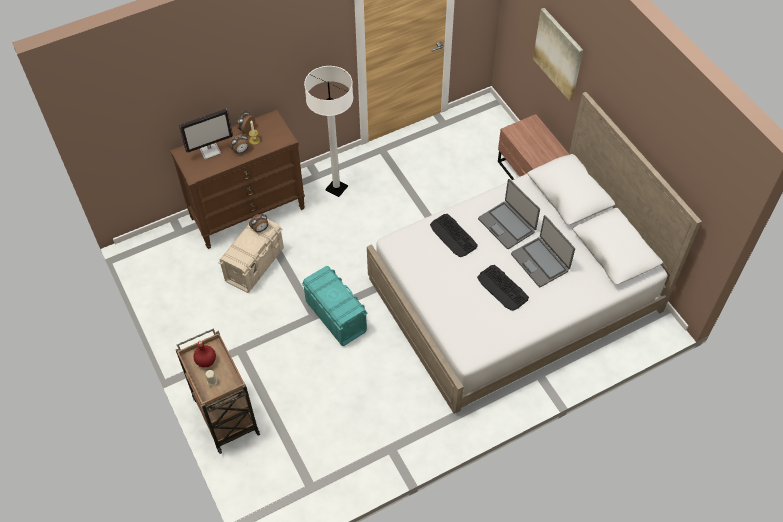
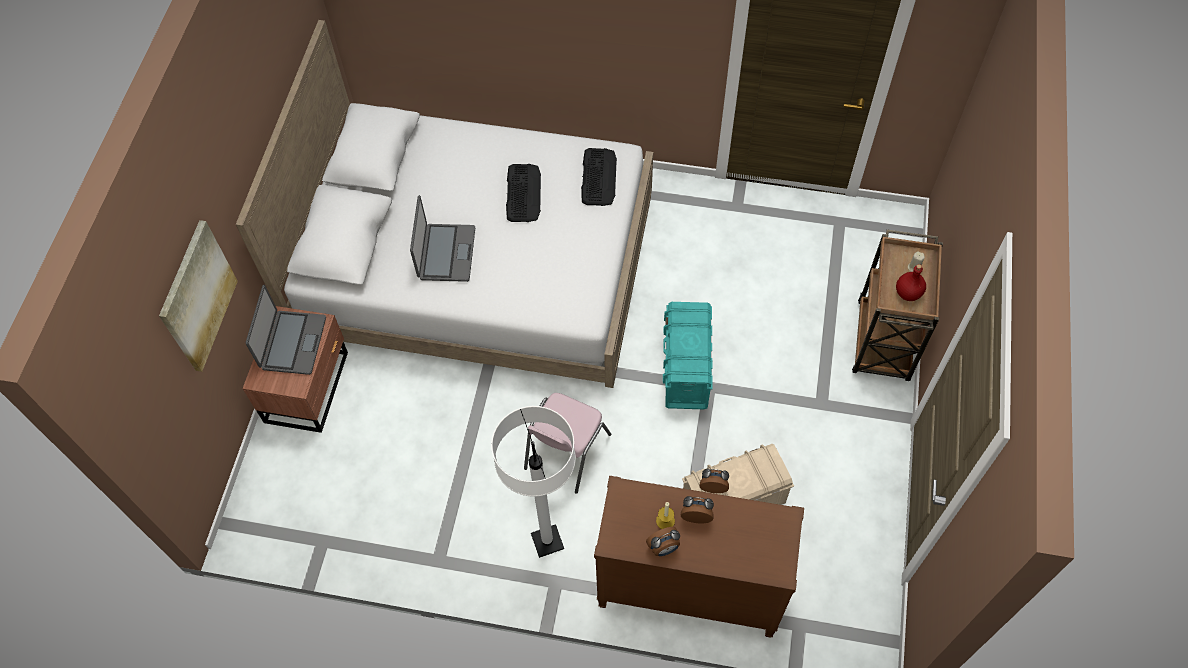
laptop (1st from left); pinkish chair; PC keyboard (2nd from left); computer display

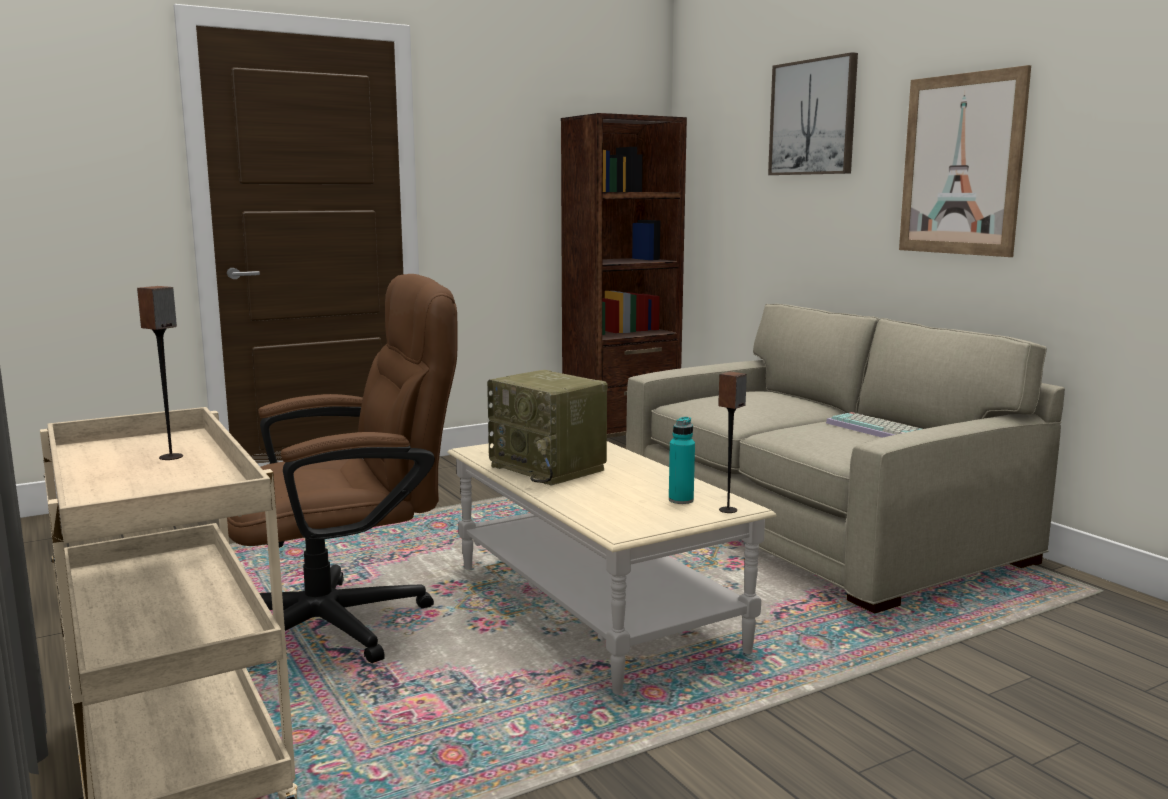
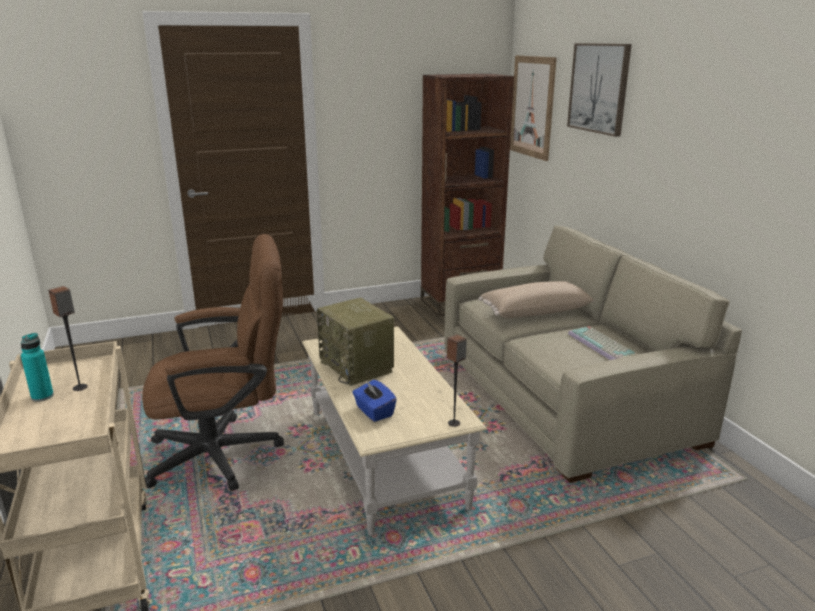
turquoise drink bottle; blue-coloured tissue holder; sand-coloured throw pillow; wall art (1st from left)

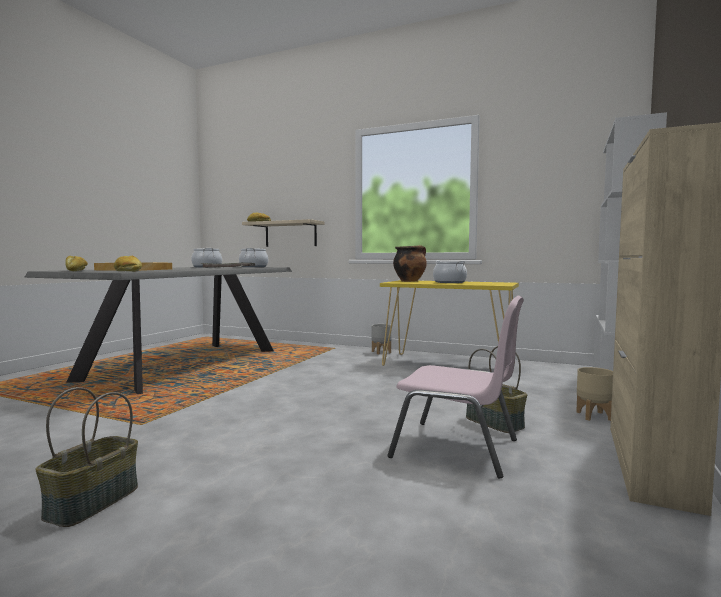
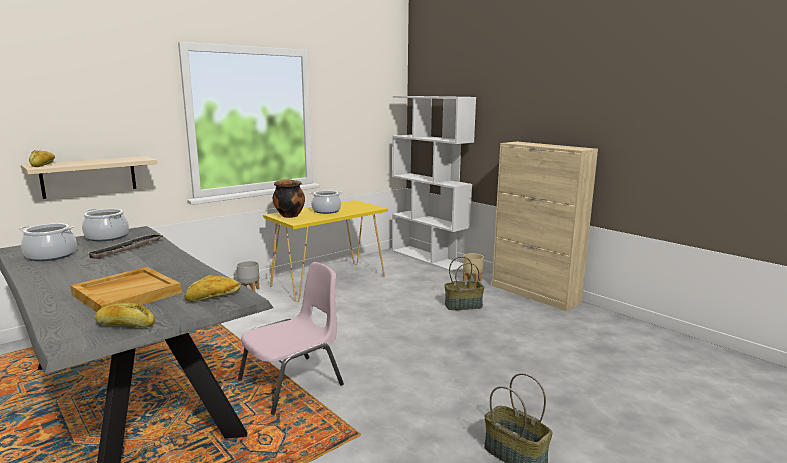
pinkish chair

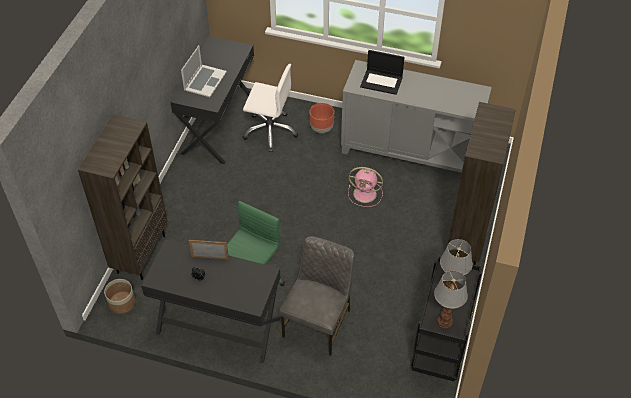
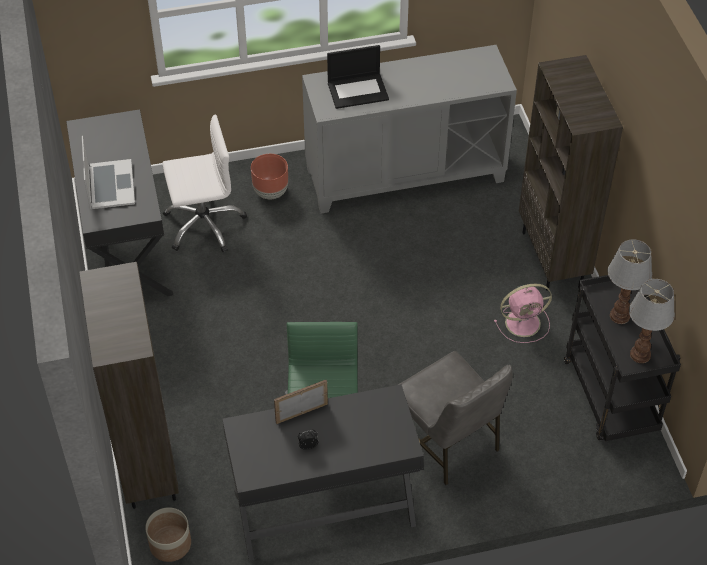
grey chair; pinkish cooling fan

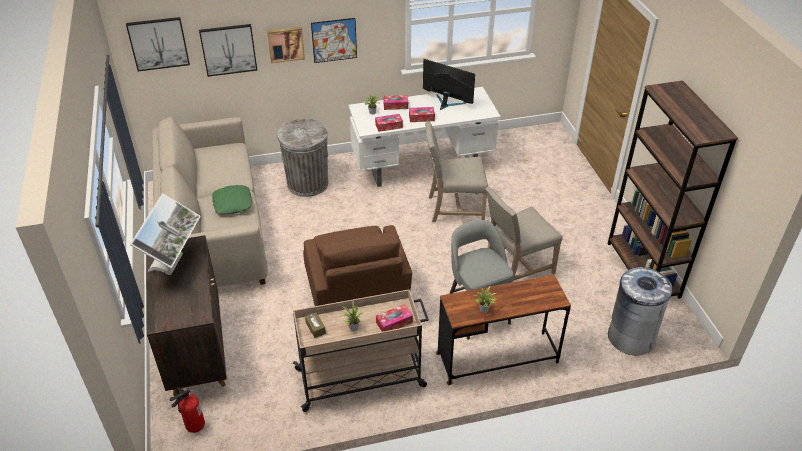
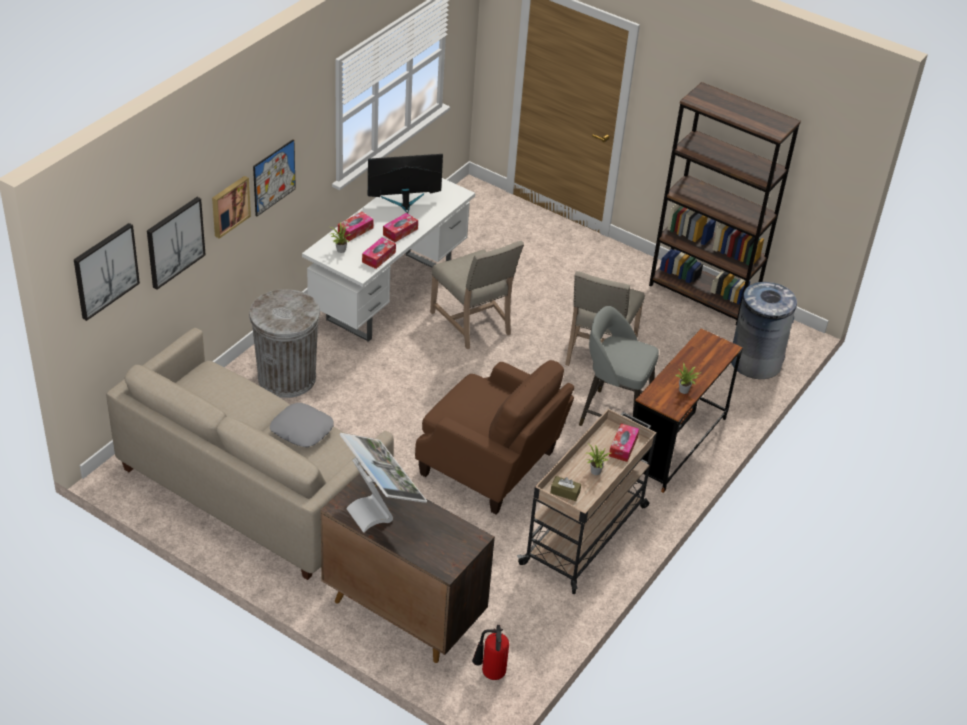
grey throw pillow; sand-coloured chair (1st from left)

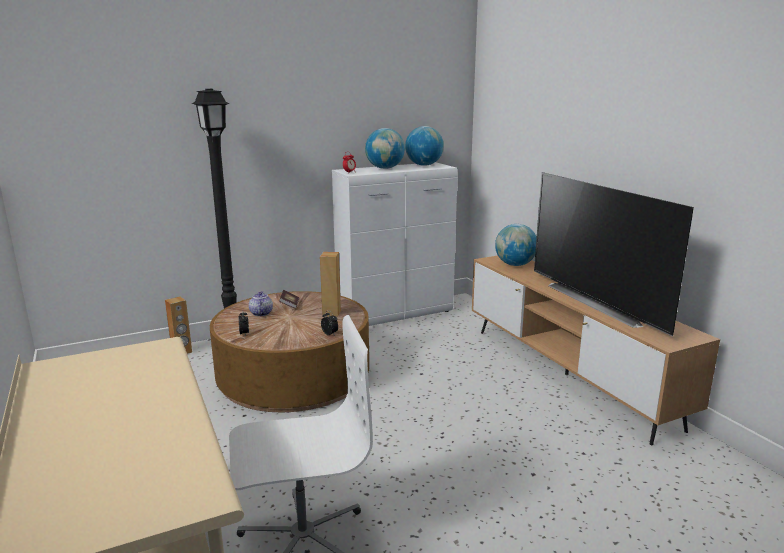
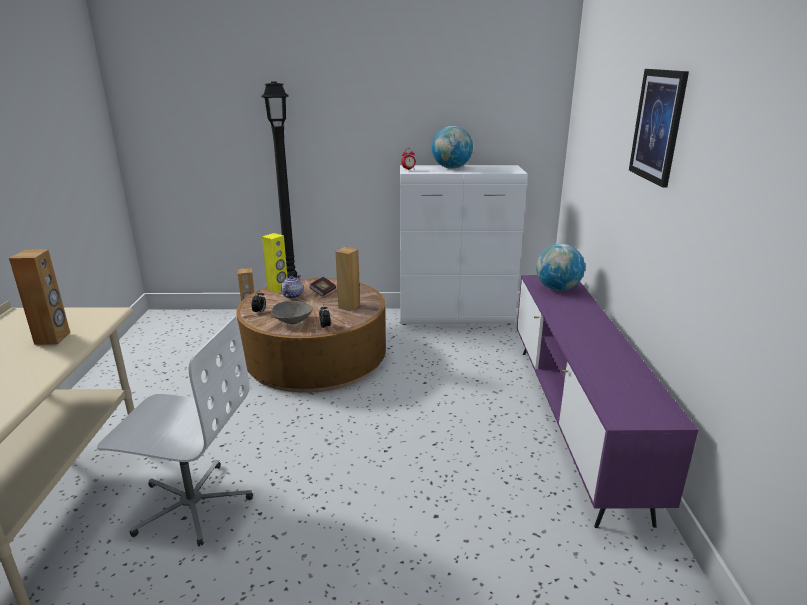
brown audio speaker (1st from left); yellow-coloured audio speaker; grey deep dish; purplish media console; wall art; desk globe (2nd from left in the first image); TV

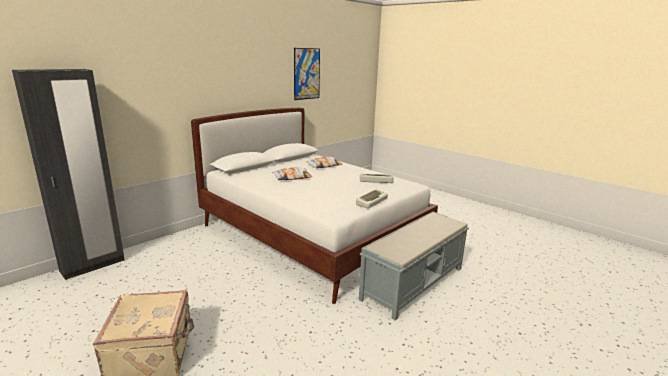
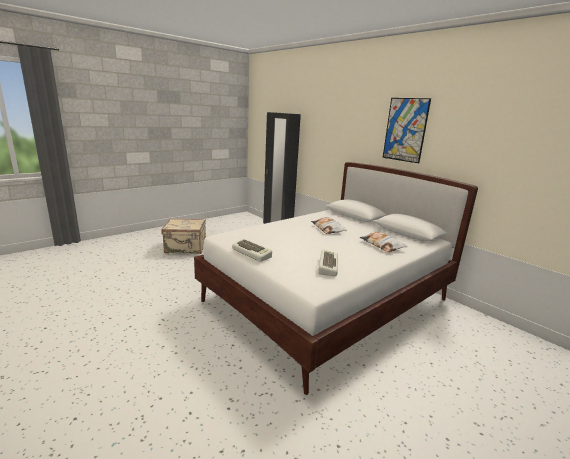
wall art; grey indoor bench

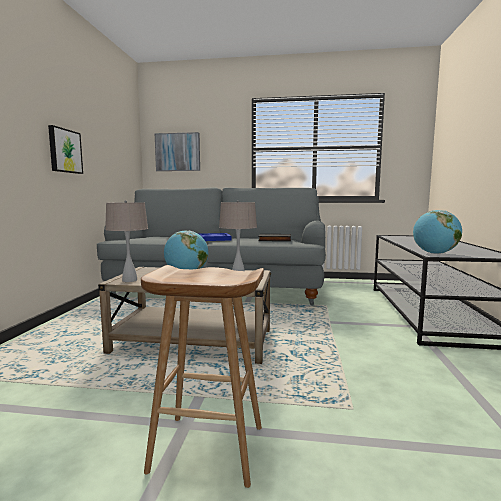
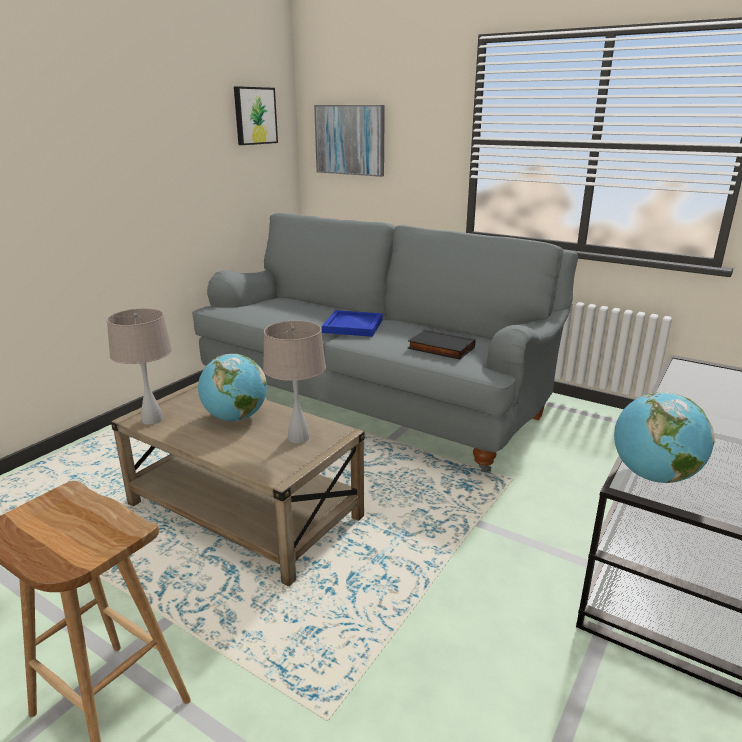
wall art (1st from left)

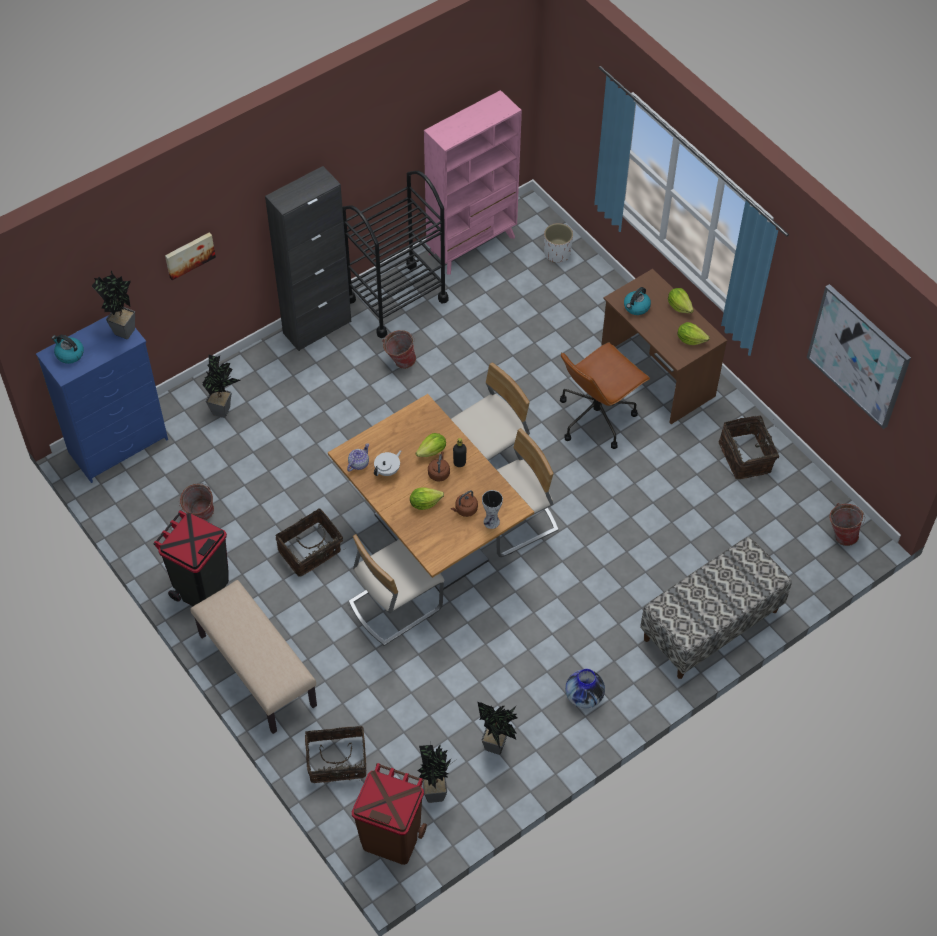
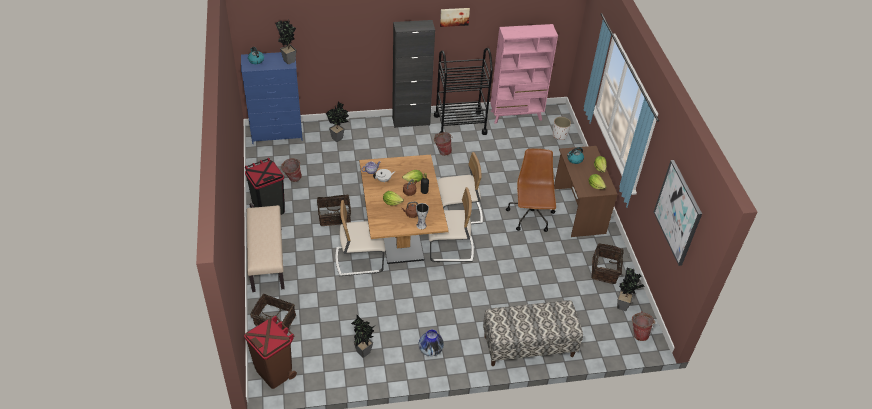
wall art (1st from left); brown office chair; plant in a pot (4th from left)

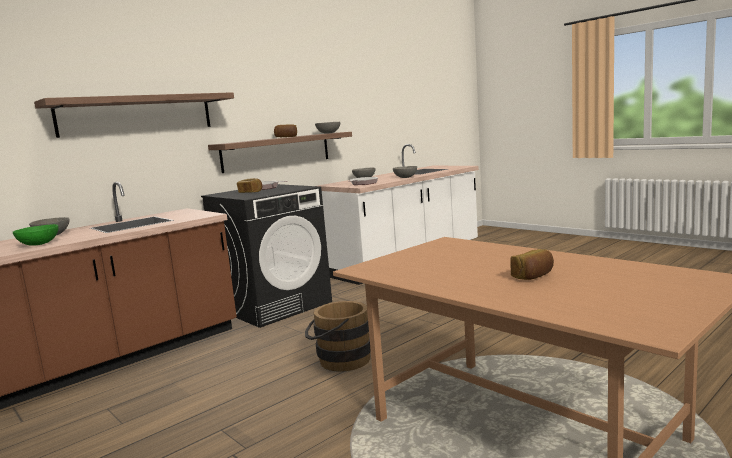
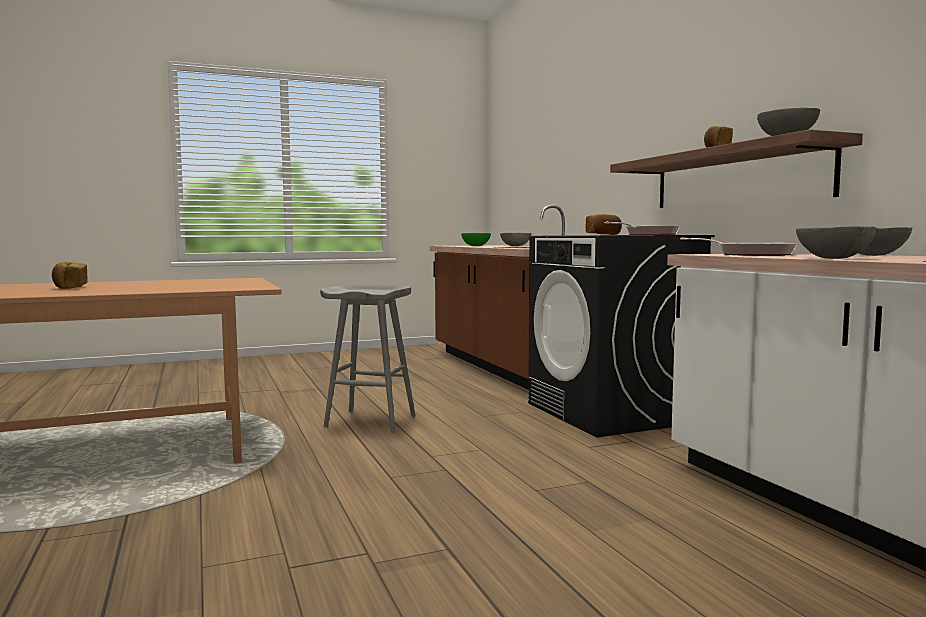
grey stool seat; shelf (1st from left in the first image)

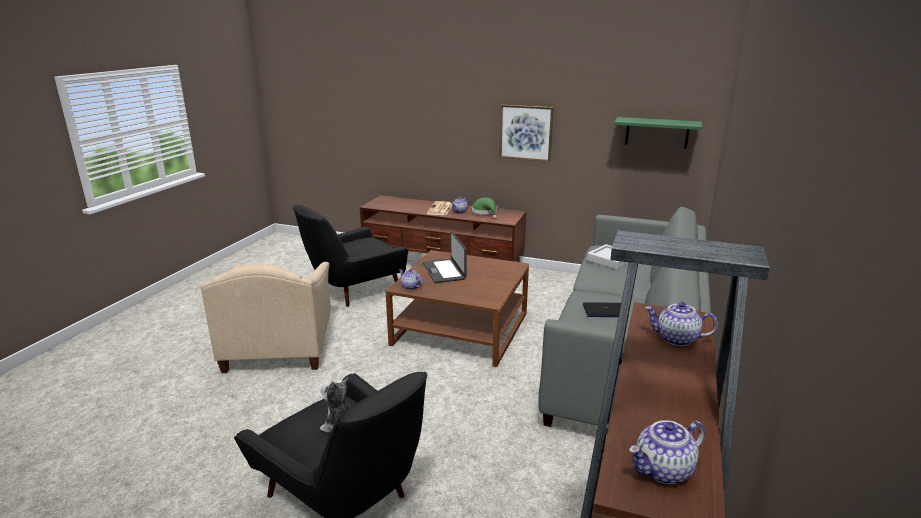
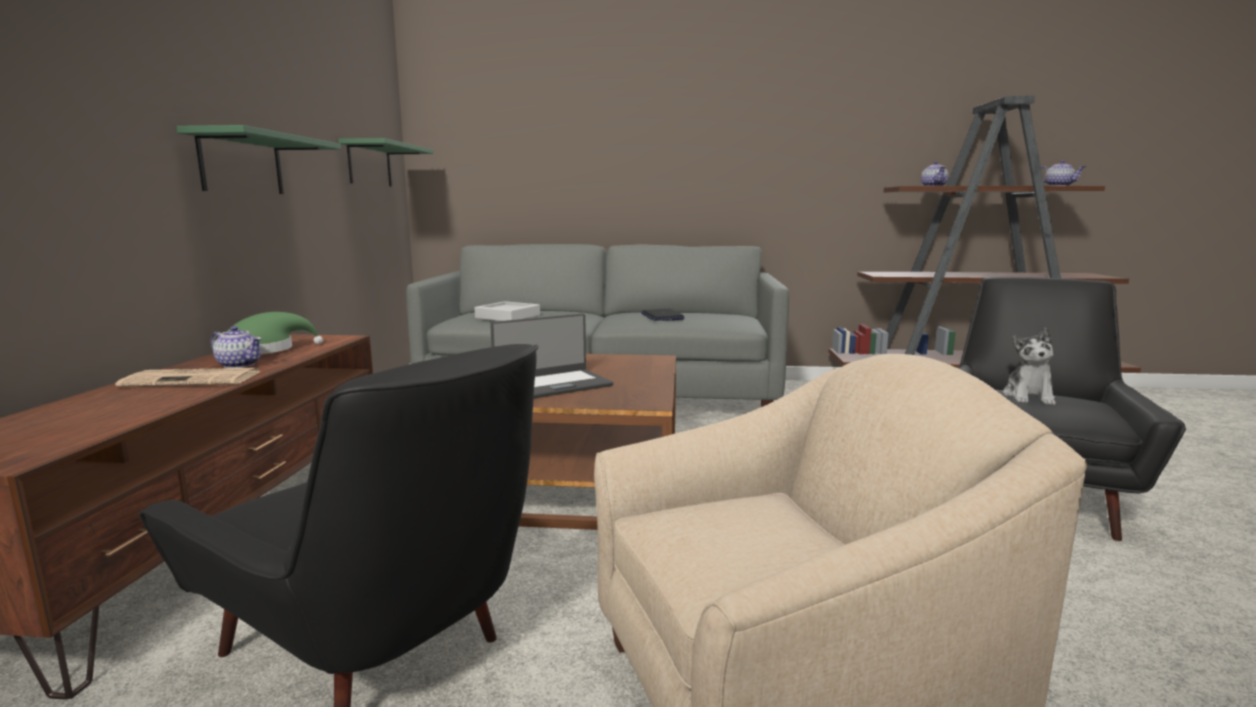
greenish shelf (1st from left); tea pot (1st from left in the first image)

